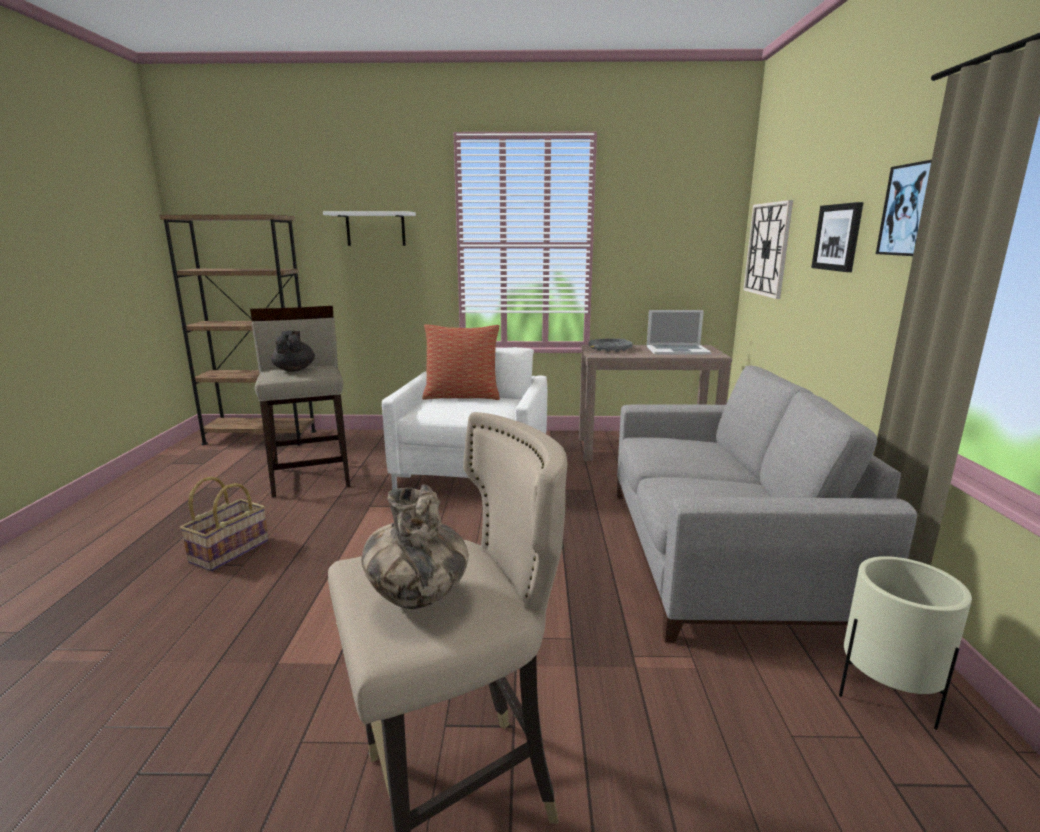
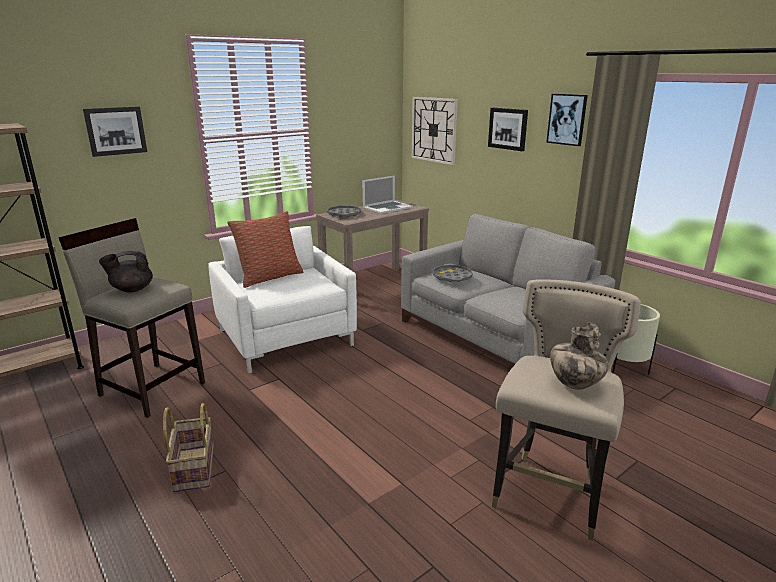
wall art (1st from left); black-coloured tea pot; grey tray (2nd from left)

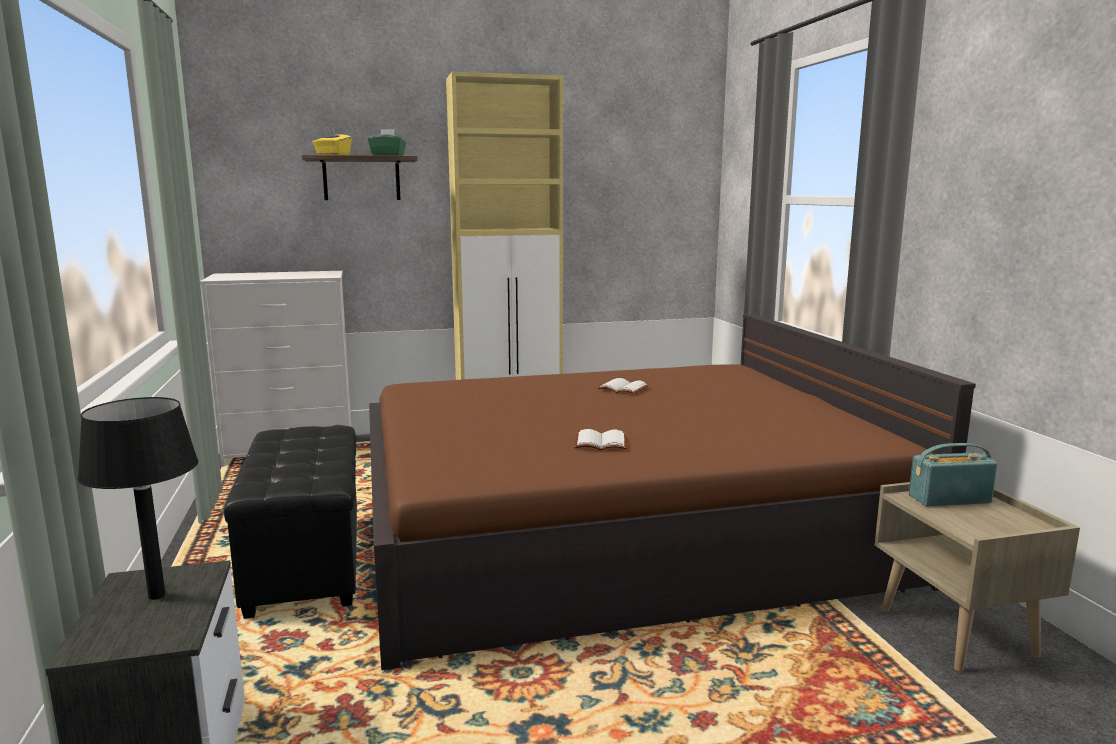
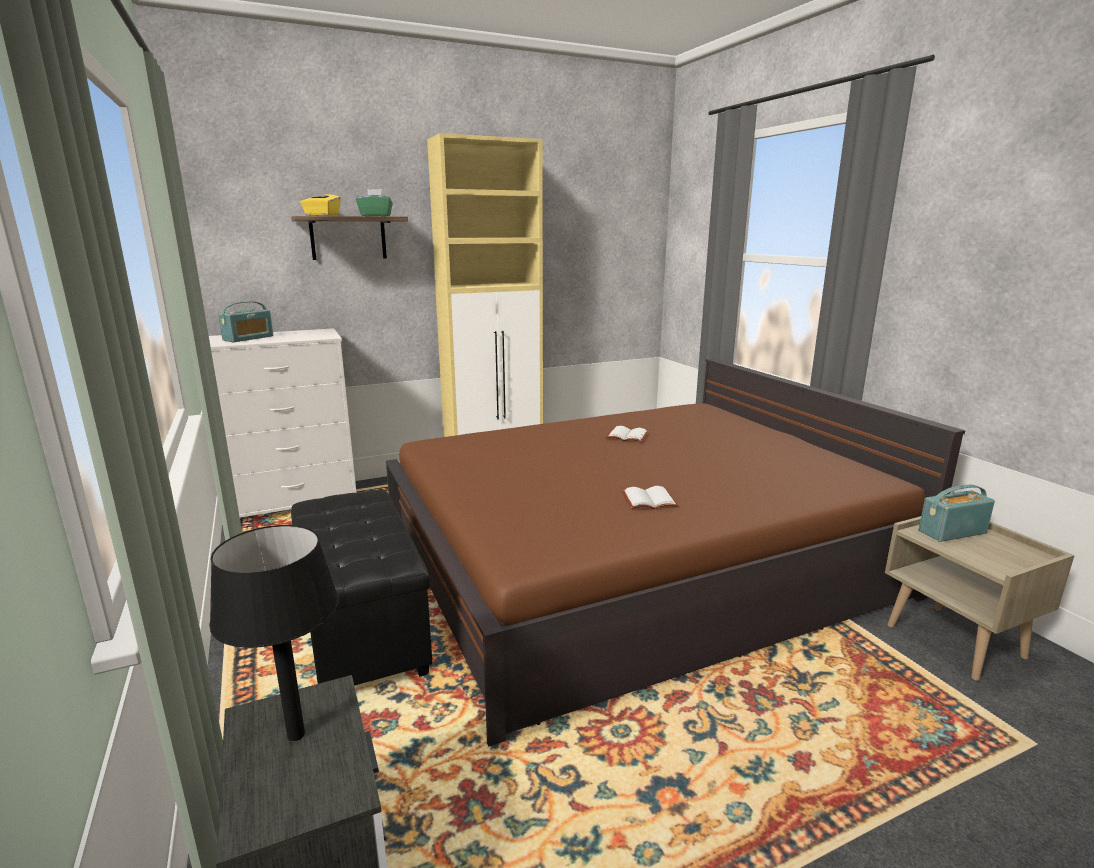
radio (1st from left)

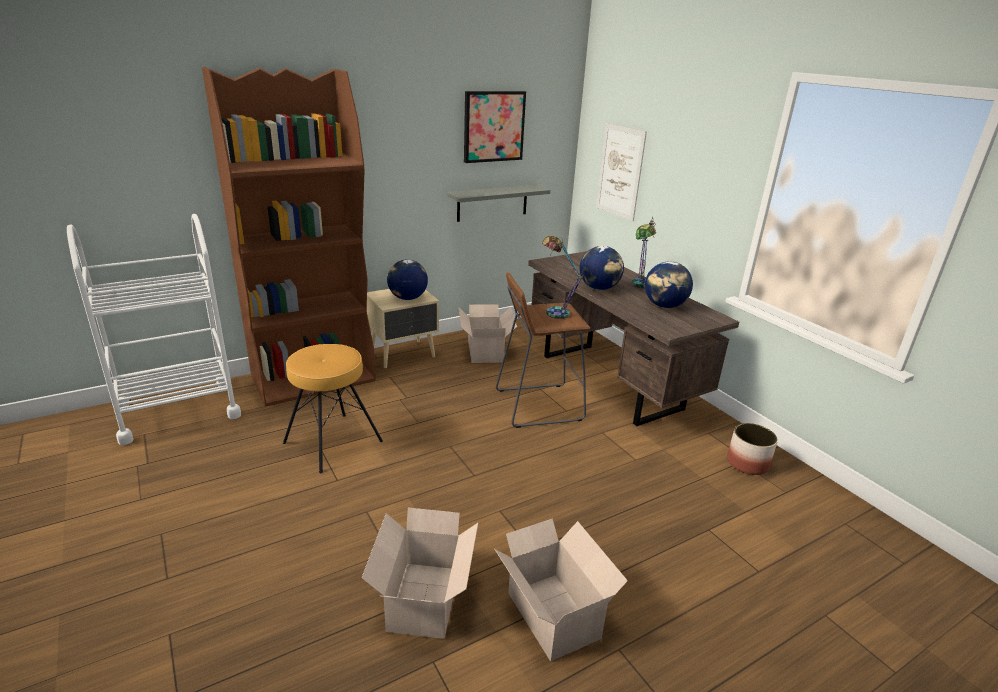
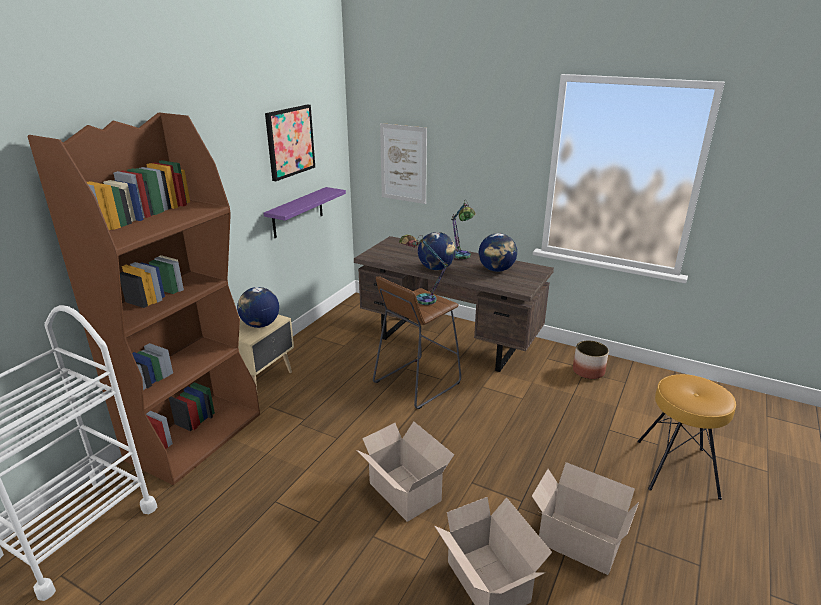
purplish shelf; packing box (1st from left); brown stool seat (2nd from left)

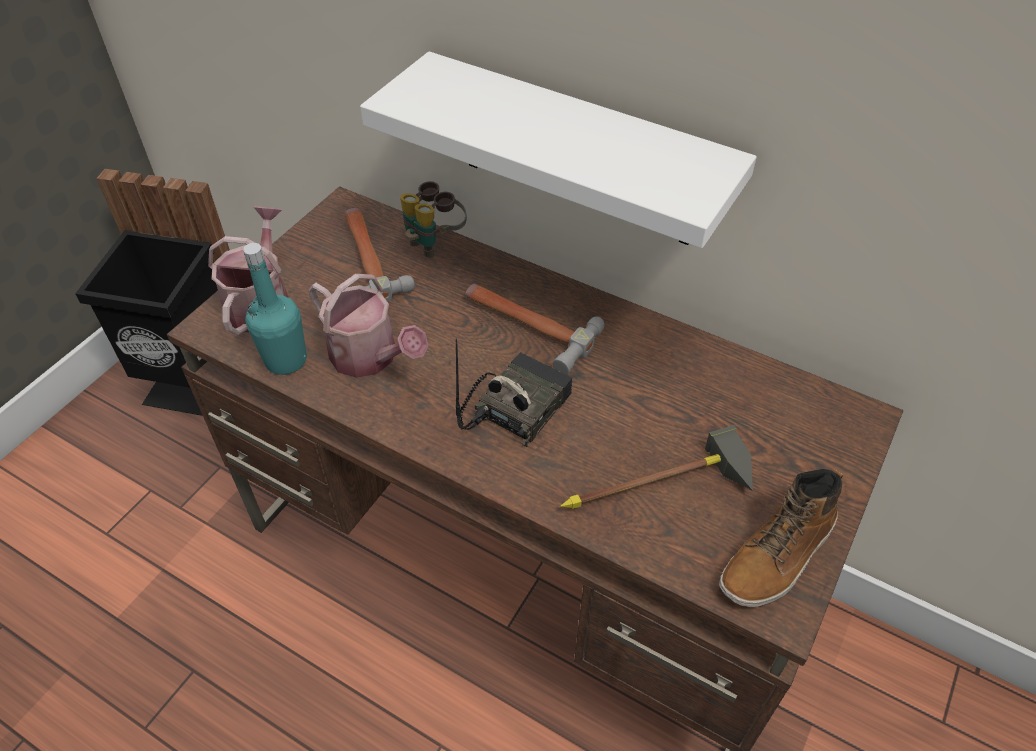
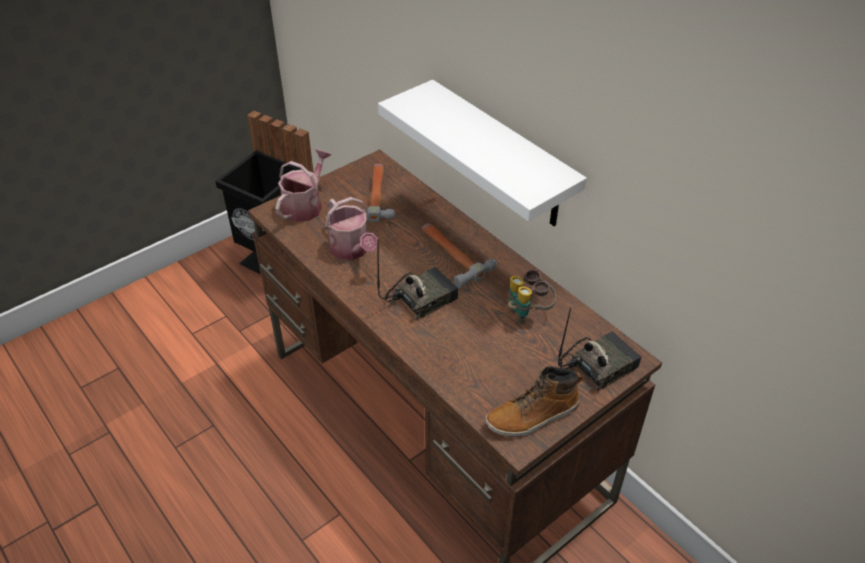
pair of binoculars; radio (2nd from left); turquoise drink bottle; tool hammer (3rd from left in the first image)

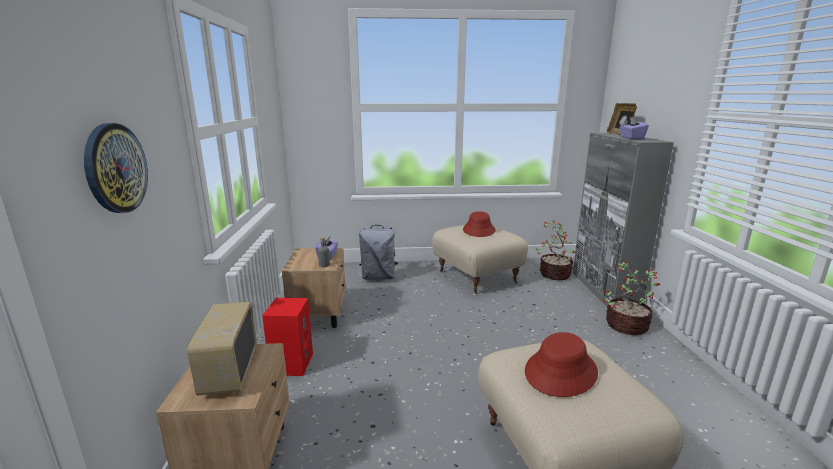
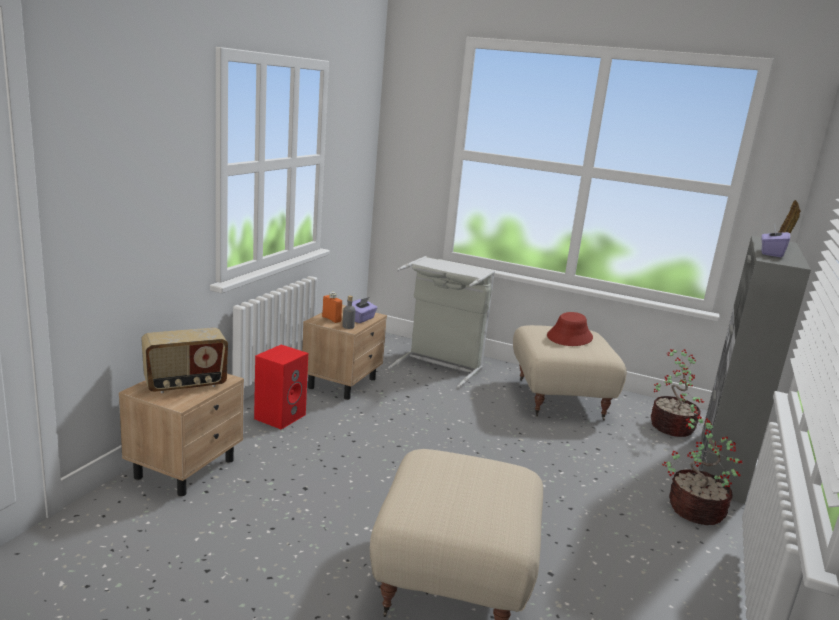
radio; orange drink bottle; grey hamper; hanging clock; red hat (2nd from left in the first image)

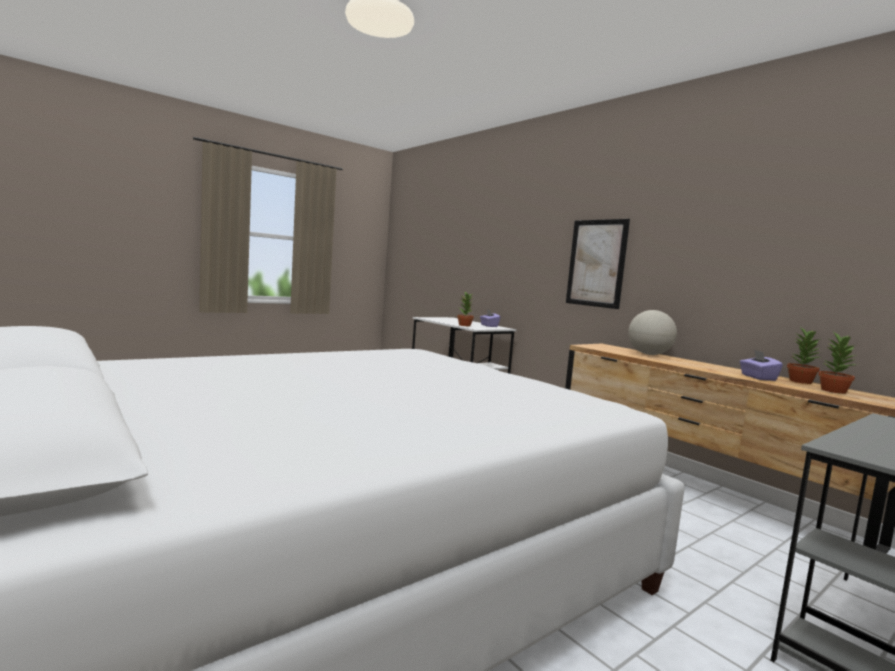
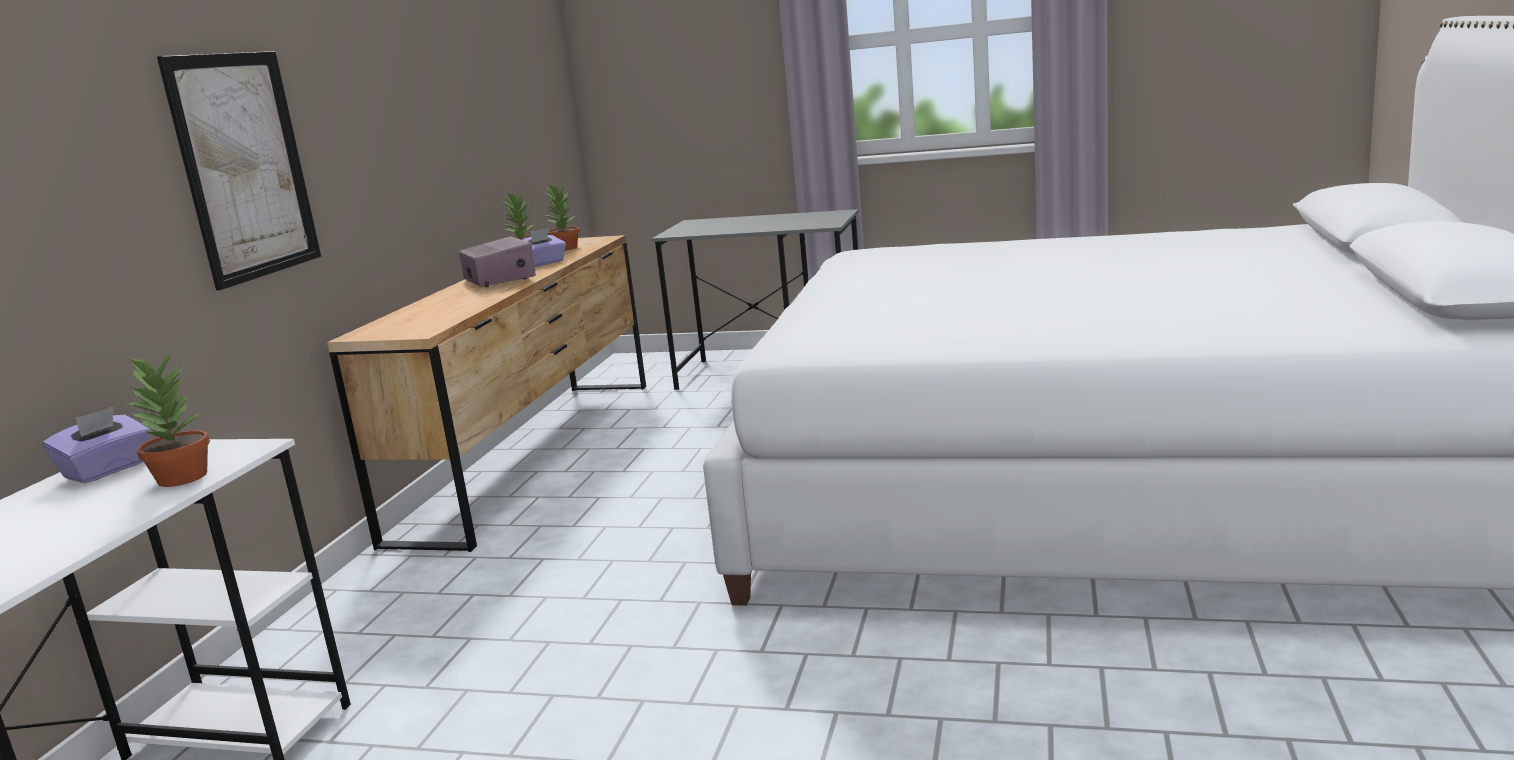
radio; desk globe

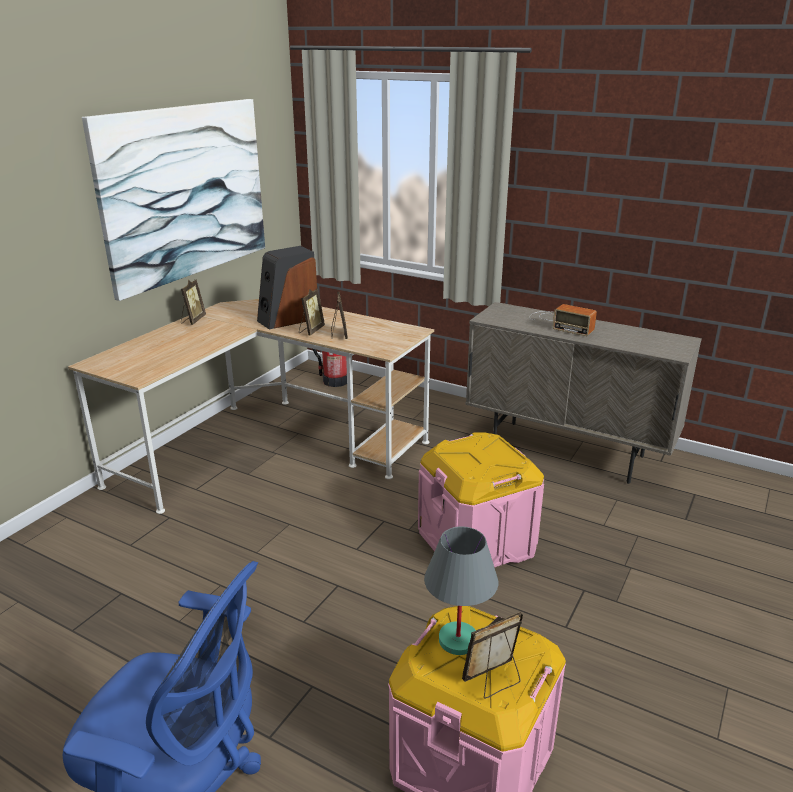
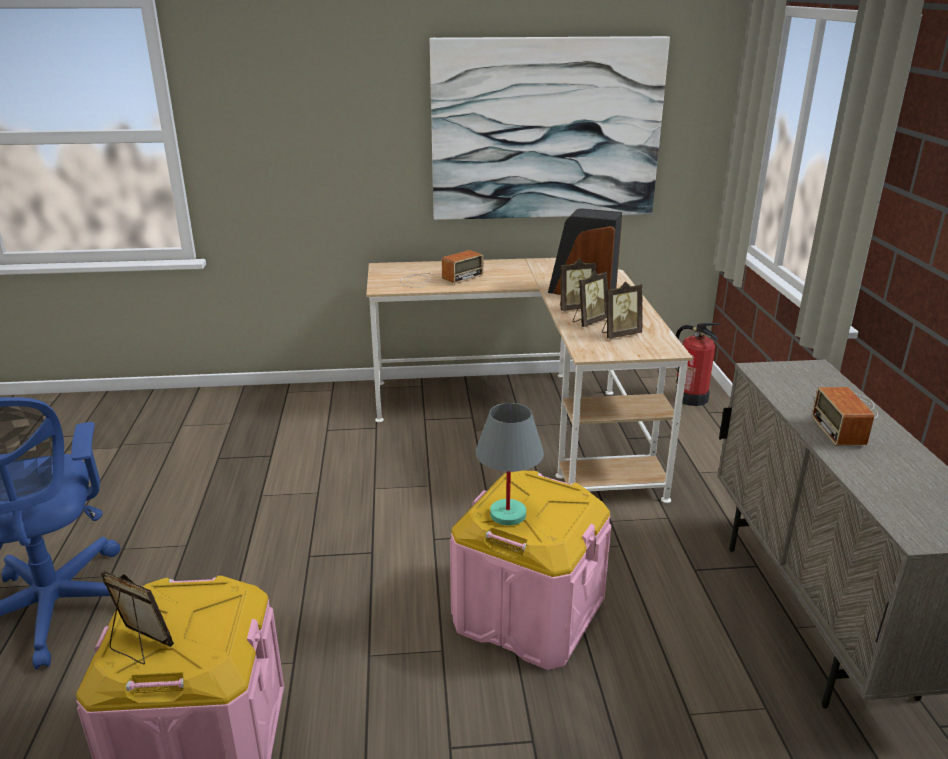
radio (1st from left); grey table lamp; standing frame (4th from left)

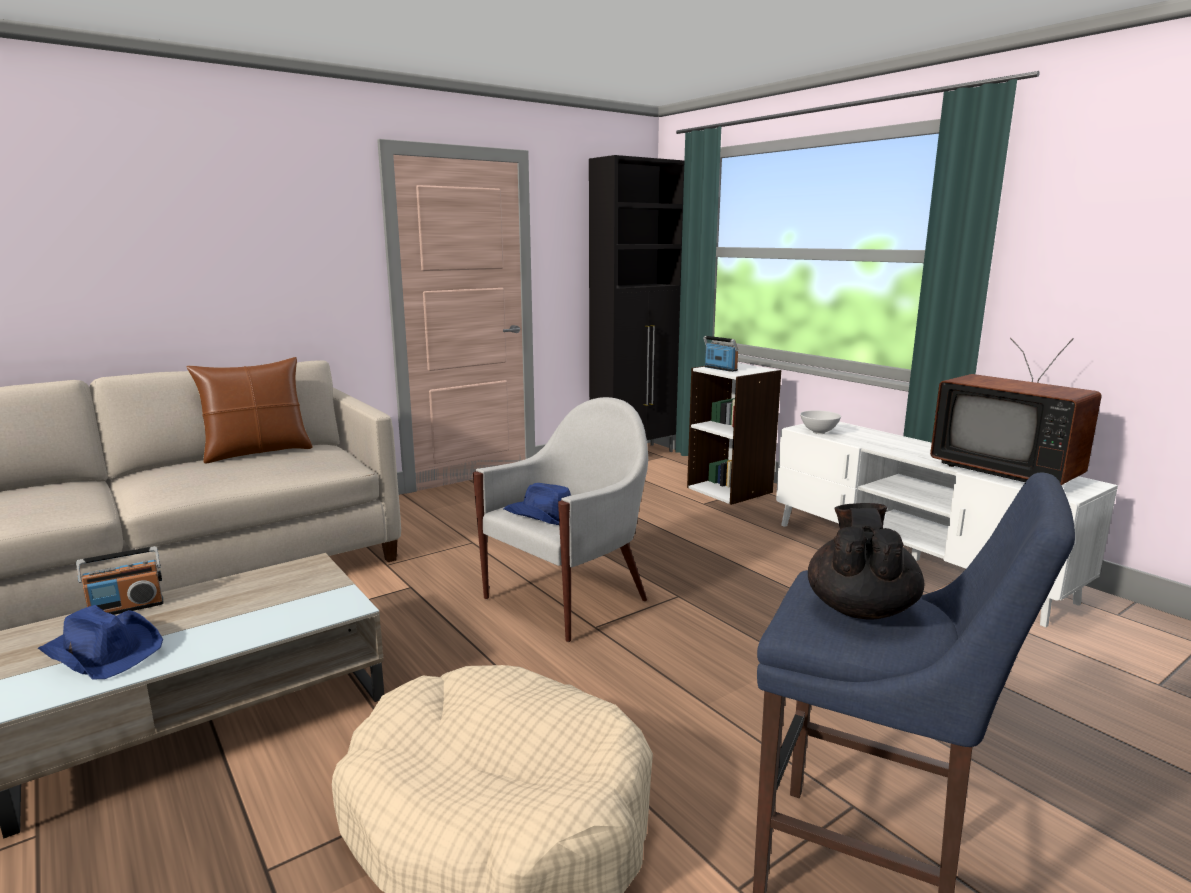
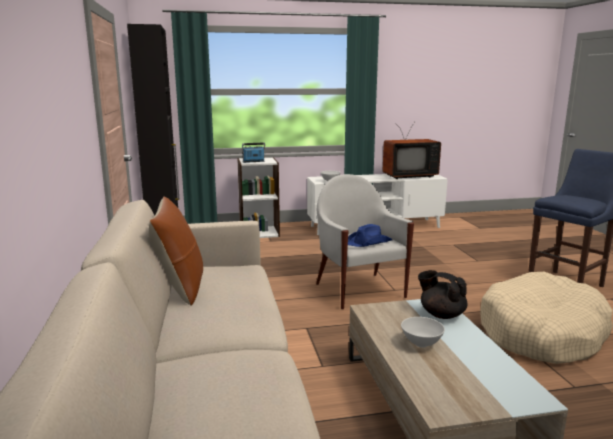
whitish deep dish (2nd from left); black-coloured tea pot; blue-coloured hat (1st from left in the first image); radio (1st from left in the first image)

